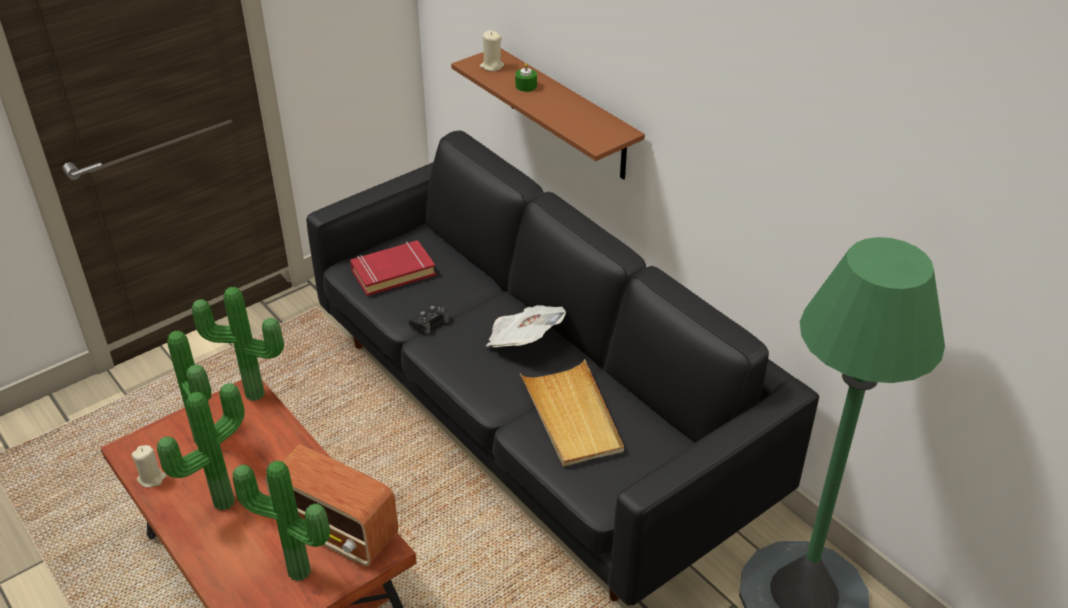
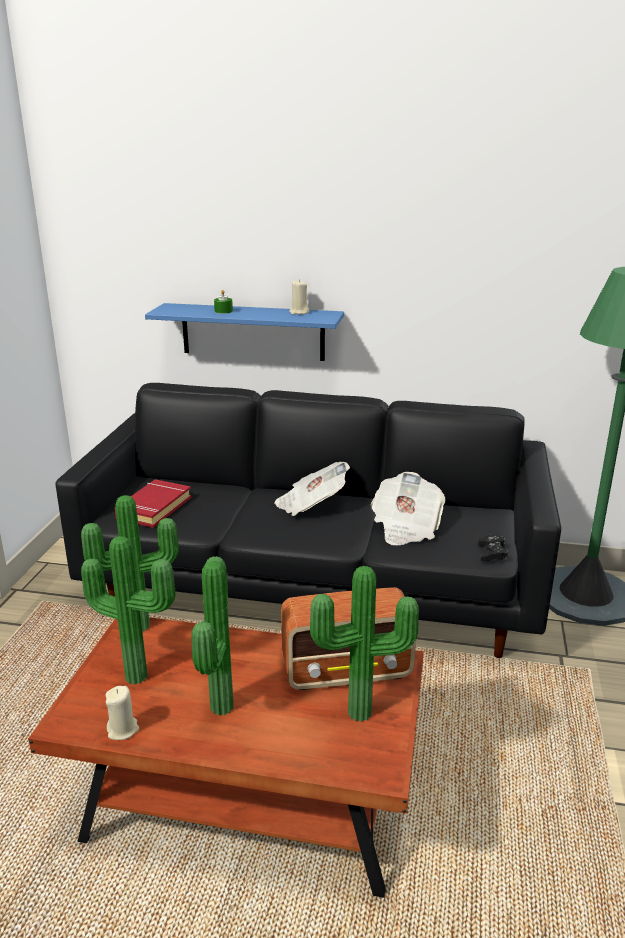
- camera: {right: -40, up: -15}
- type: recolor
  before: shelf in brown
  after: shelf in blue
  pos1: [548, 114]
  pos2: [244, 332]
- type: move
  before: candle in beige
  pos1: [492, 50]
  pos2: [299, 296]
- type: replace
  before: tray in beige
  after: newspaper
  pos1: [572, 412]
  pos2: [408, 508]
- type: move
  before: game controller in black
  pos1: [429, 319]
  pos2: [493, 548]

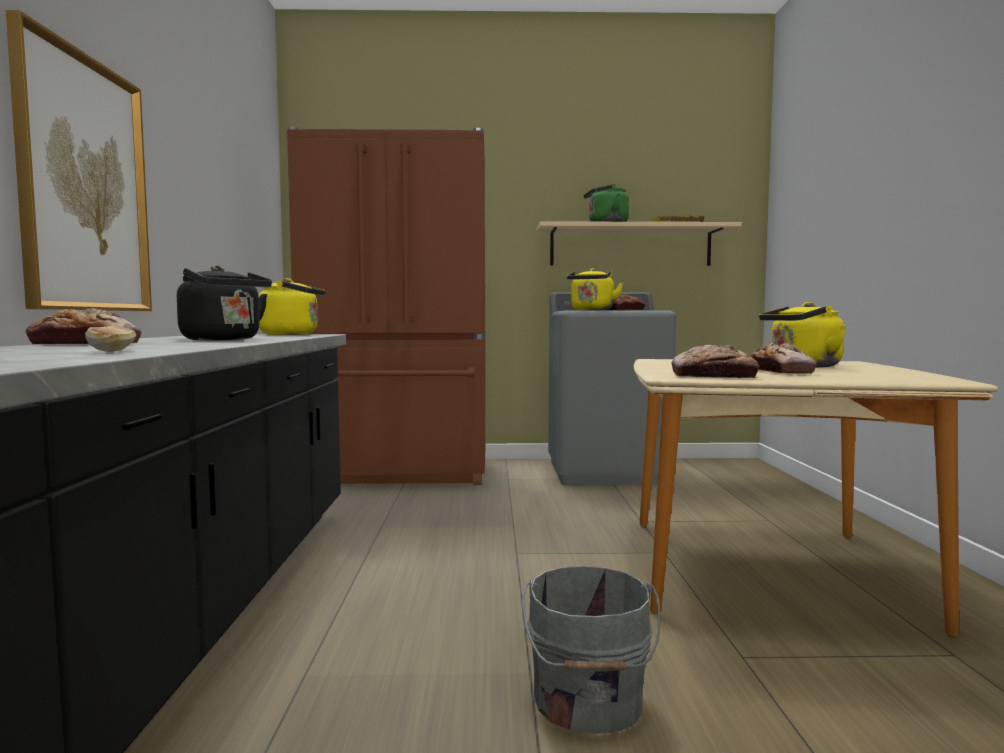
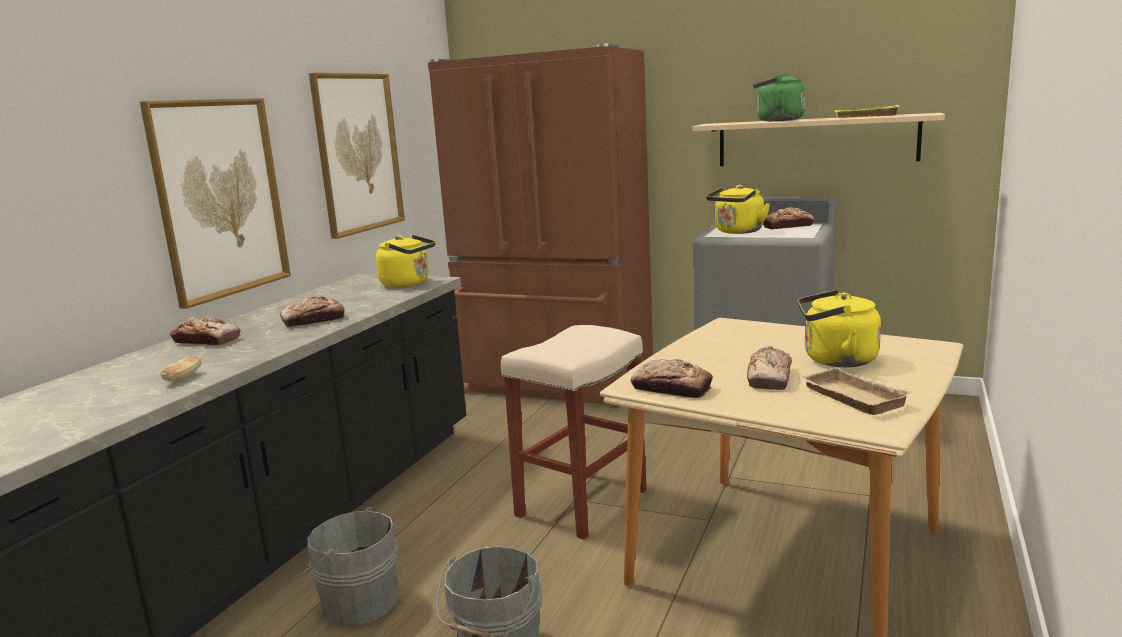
- camera: {right: 25, up: 10}
- type: replace
  before: kettle in black
  after: bread
  pos1: [224, 303]
  pos2: [312, 311]
- type: insert
  after: bucket in grey
  pos2: [350, 566]
- type: insert
  after: picture
  pos2: [357, 156]
- type: insert
  after: stool in beige
  pos2: [574, 432]
- type: insert
  after: tray in beige
  pos2: [855, 391]

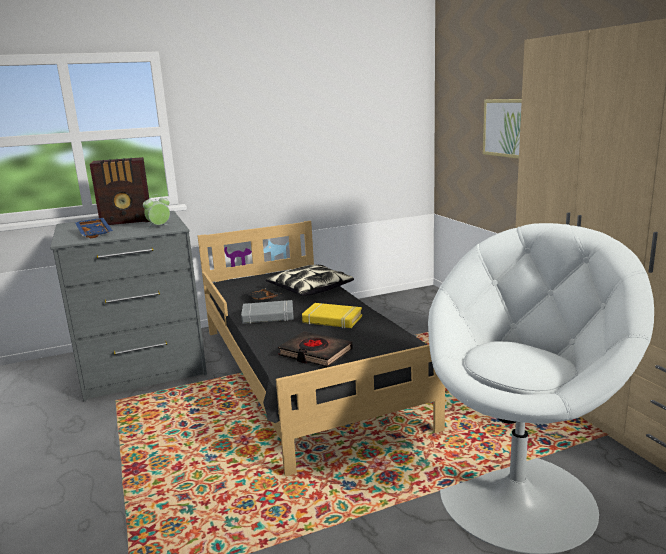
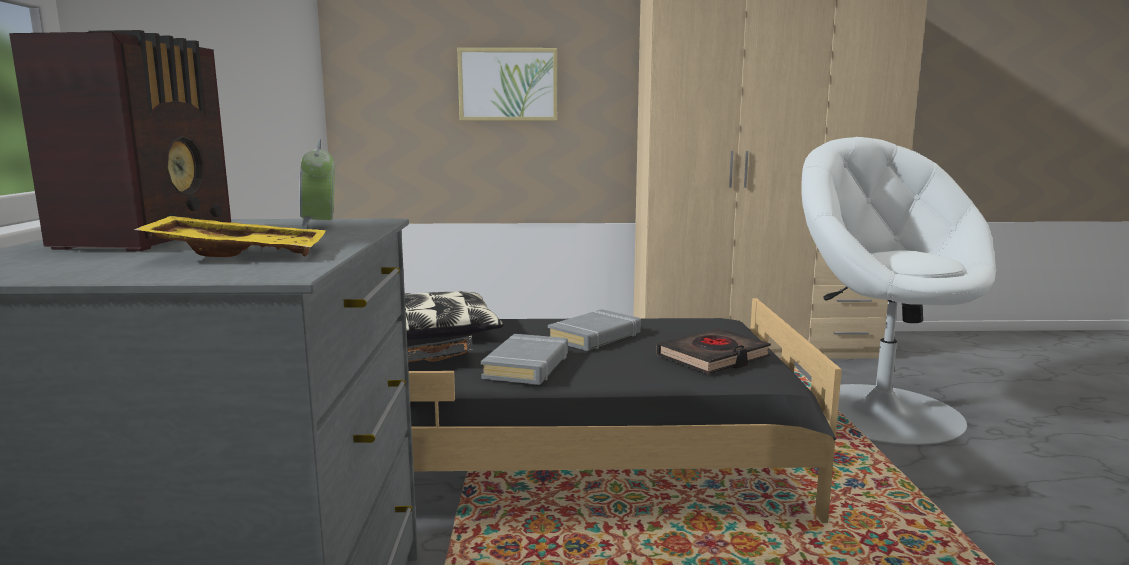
- camera: {right: -70, up: -5}
- type: recolor
  before: tray in blue
  after: tray in yellow
  pos1: [94, 228]
  pos2: [230, 236]
- type: recolor
  before: book in yellow
  after: book in grey
  pos1: [332, 315]
  pos2: [594, 330]

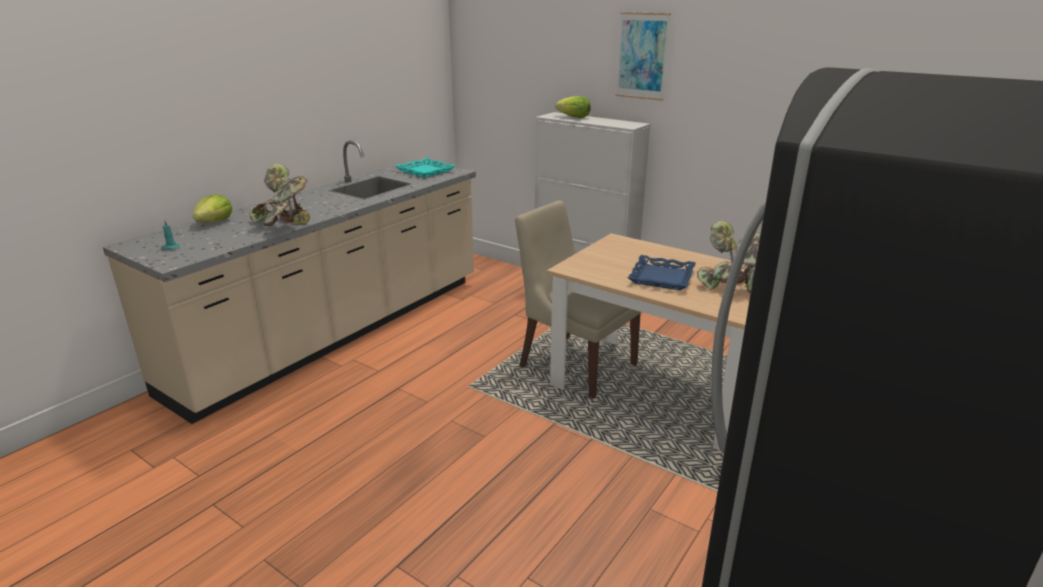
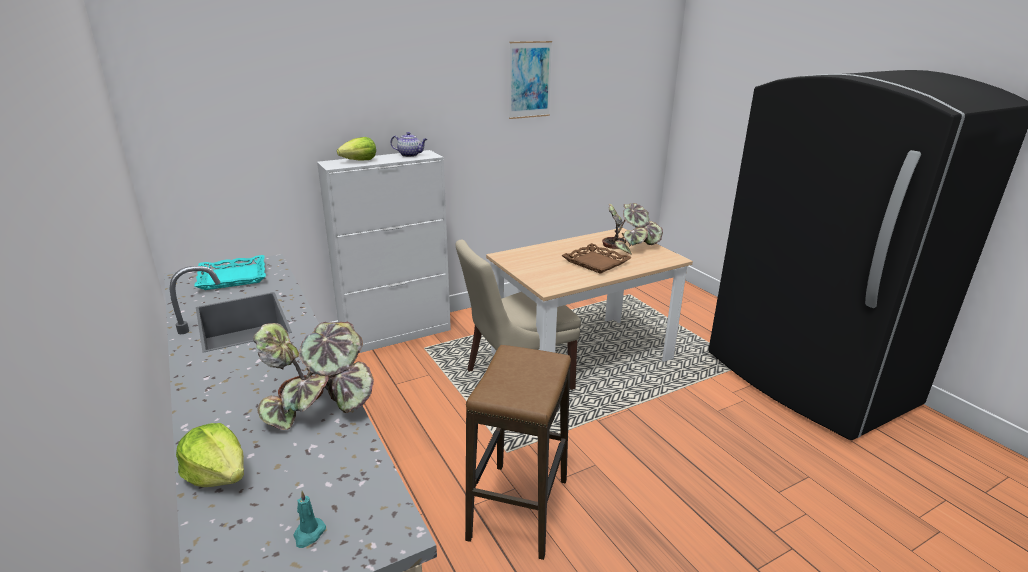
- camera: {right: -65, up: 0}
- type: insert
  after: teapot
  pos2: [409, 144]
- type: insert
  after: stool
  pos2: [518, 452]
- type: move
  before: picture
  pos1: [643, 56]
  pos2: [530, 80]
- type: recolor
  before: tray in blue
  after: tray in brown
  pos1: [662, 272]
  pos2: [597, 258]

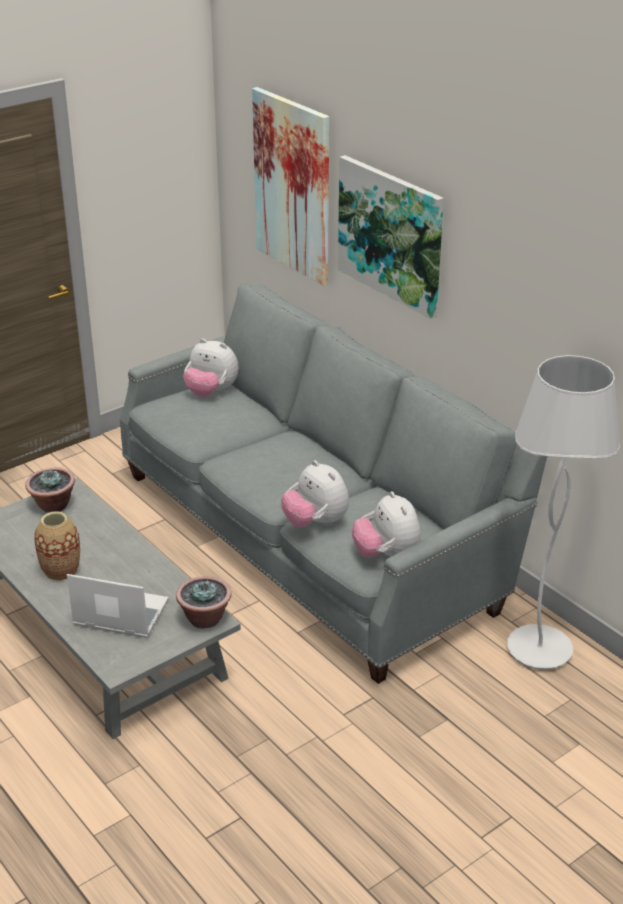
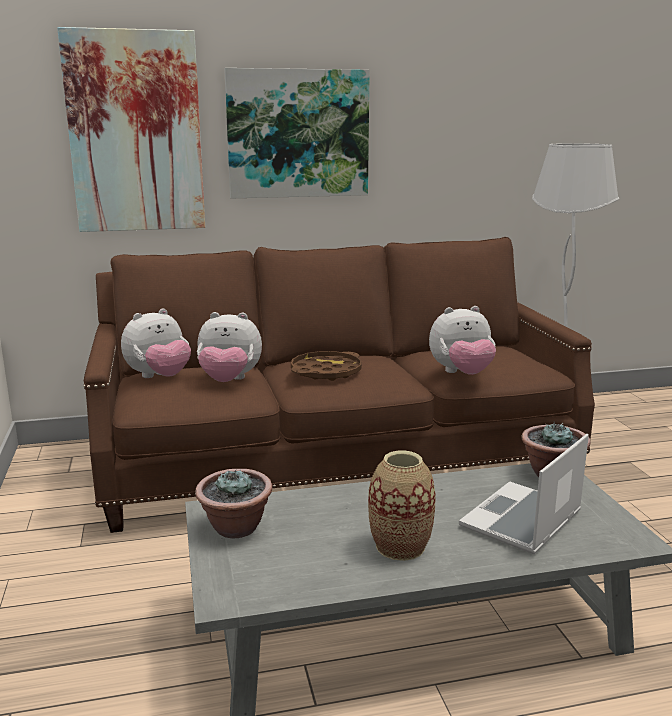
- camera: {right: -65, up: -15}
- type: recolor
  before: sofa in grey
  after: sofa in brown
  pos1: [333, 483]
  pos2: [339, 385]
- type: move
  before: plush toy
  pos1: [386, 525]
  pos2: [229, 347]
- type: insert
  after: tray in brown
  pos2: [326, 366]

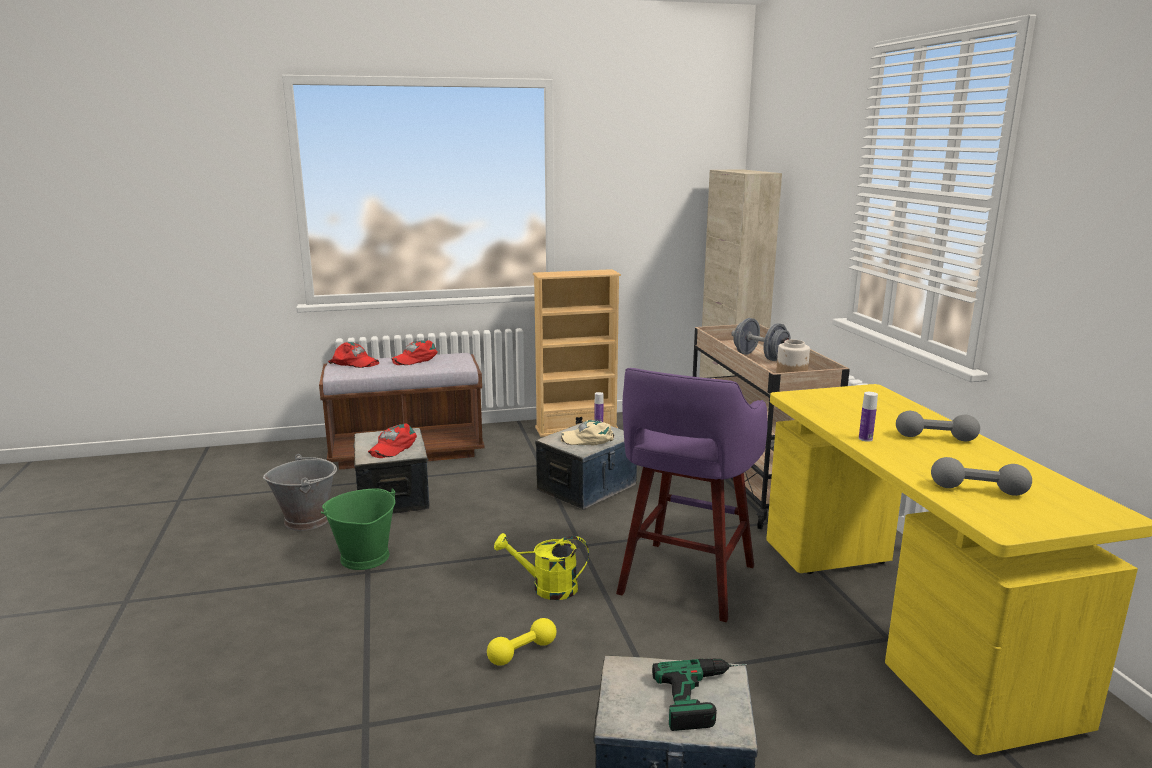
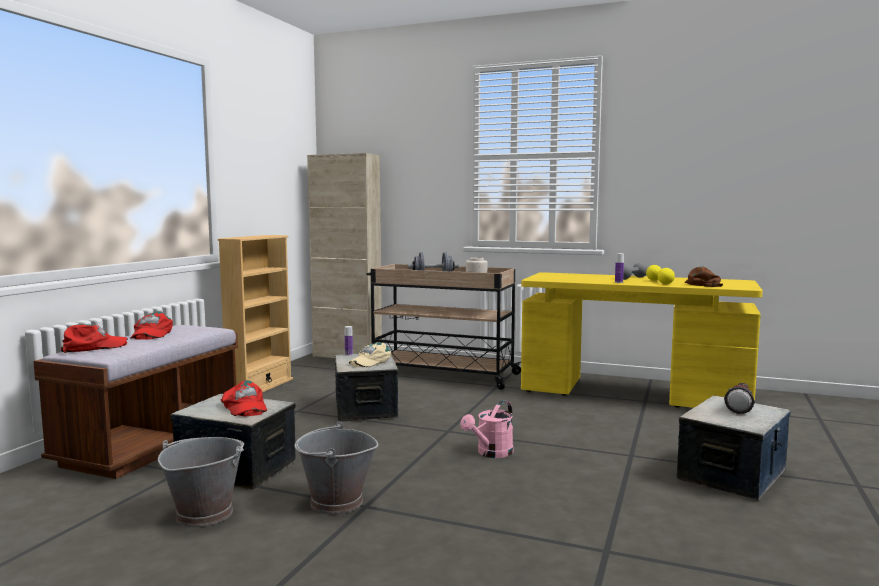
- camera: {right: -55, up: -10}
- type: recolor
  before: bucket in green
  after: bucket in grey
  pos1: [358, 529]
  pos2: [336, 468]
- type: recolor
  before: watering can in yellow
  after: watering can in pink
  pos1: [541, 566]
  pos2: [487, 429]
- type: move
  before: dumbbell in yellow
  pos1: [521, 642]
  pos2: [660, 274]
- type: replace
  before: dumbbell in grey
  after: cap in brown
  pos1: [981, 476]
  pos2: [704, 277]
- type: replace
  before: power drill
  after: flashlight
  pos1: [699, 695]
  pos2: [739, 398]
- type: delete
  before: stool in purple
  pos1: [692, 495]

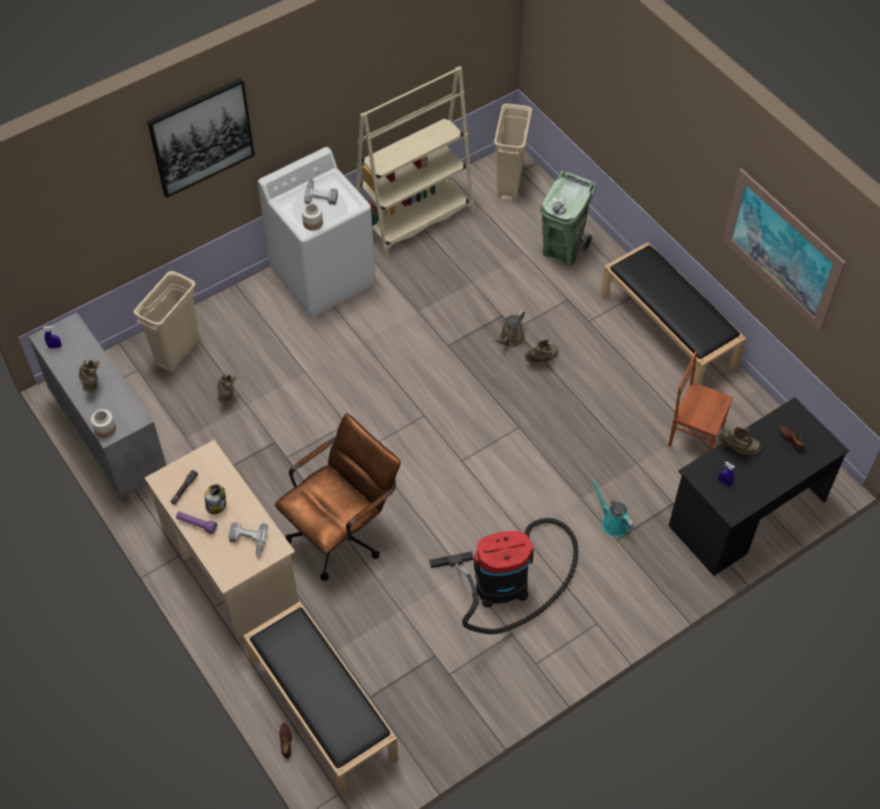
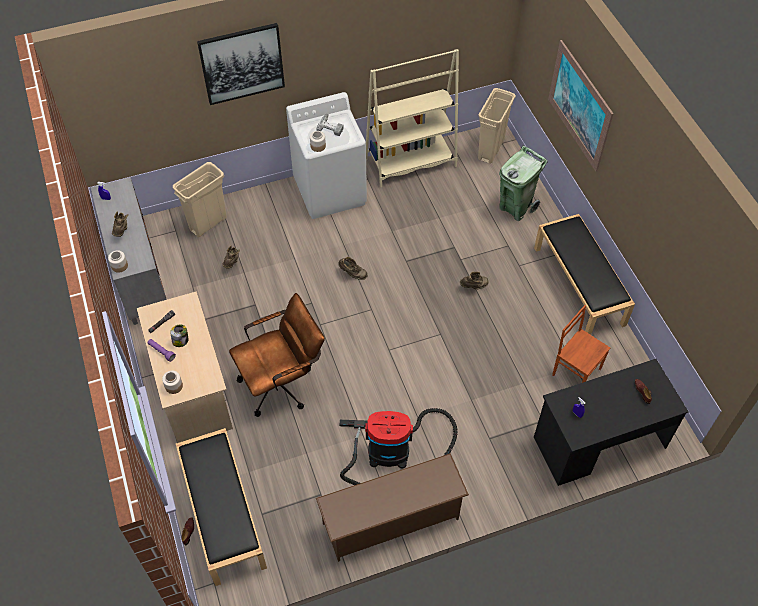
- camera: {right: 15, up: 0}
- type: insert
  after: jar
  pos2: [172, 382]
- type: insert
  after: shoe rack in brown
  pos2: [392, 507]
- type: move
  before: boot in brown
  pos1: [739, 441]
  pos2: [353, 268]
- type: move
  before: picture
  pos1: [784, 250]
  pos2: [581, 106]
- type: delete
  before: power drill
  pos1: [248, 540]
- type: delete
  before: watering can in brown
  pos1: [509, 329]
- type: delete
  before: watering can in turquoise
  pos1: [613, 508]

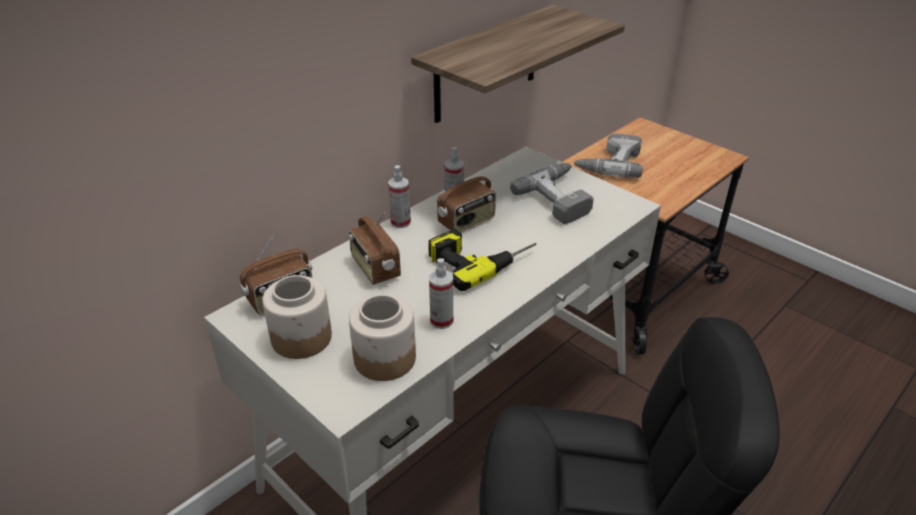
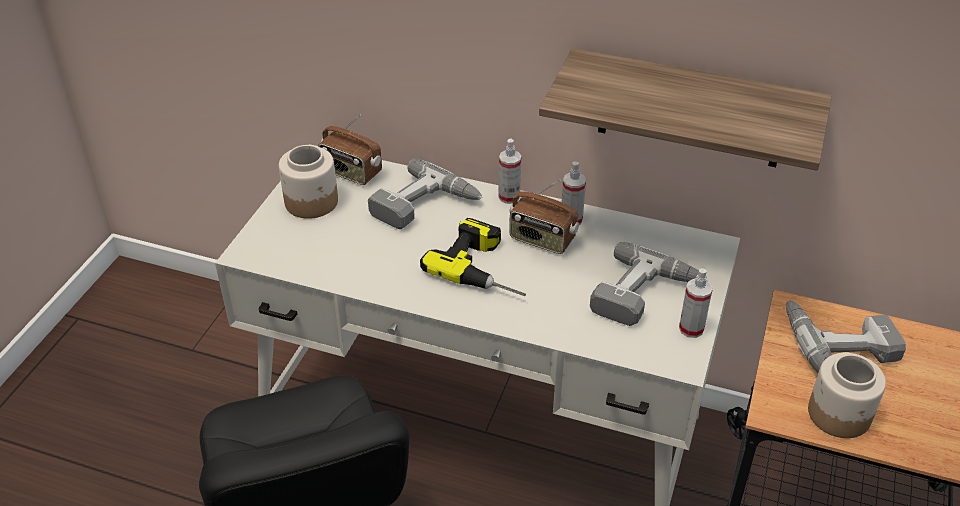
- camera: {right: 65, up: 5}
- type: replace
  before: radio
  after: power drill
  pos1: [375, 249]
  pos2: [425, 193]
- type: move
  before: spray bottle
  pos1: [441, 293]
  pos2: [696, 303]
- type: move
  before: jar
  pos1: [382, 338]
  pos2: [847, 395]

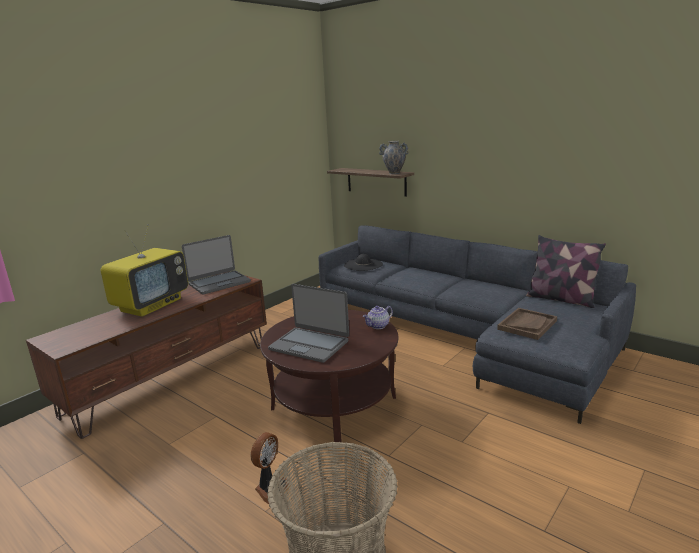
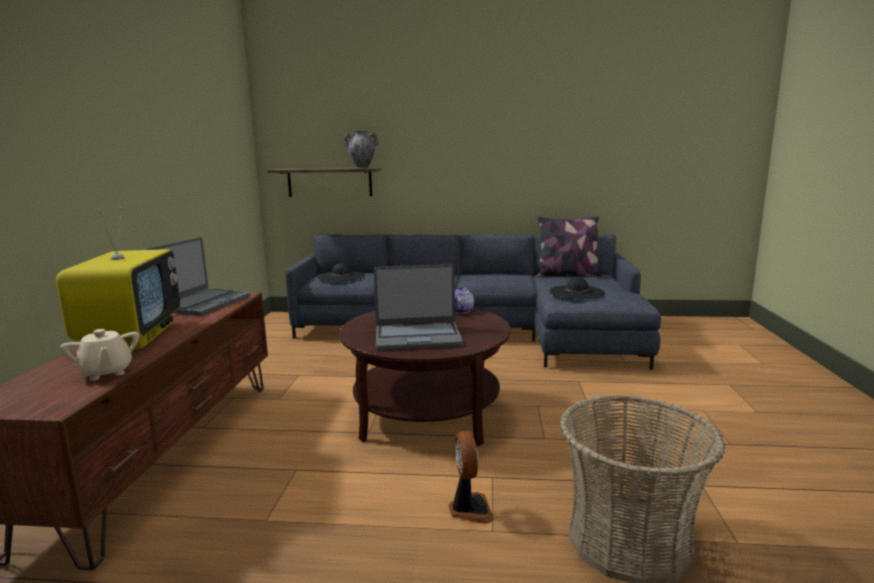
- camera: {right: -35, up: -5}
- type: insert
  after: teapot in beige
  pos2: [99, 354]
- type: replace
  before: tray in brown
  after: hat in black
  pos1: [527, 324]
  pos2: [577, 288]

